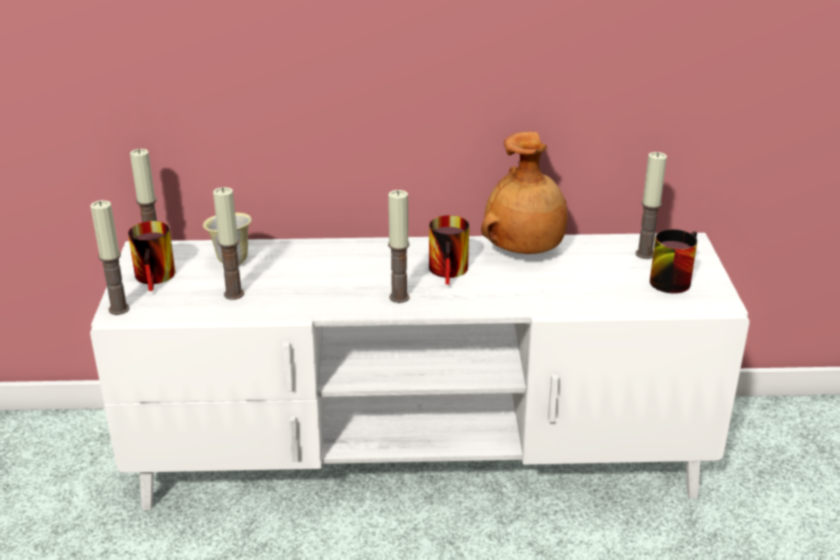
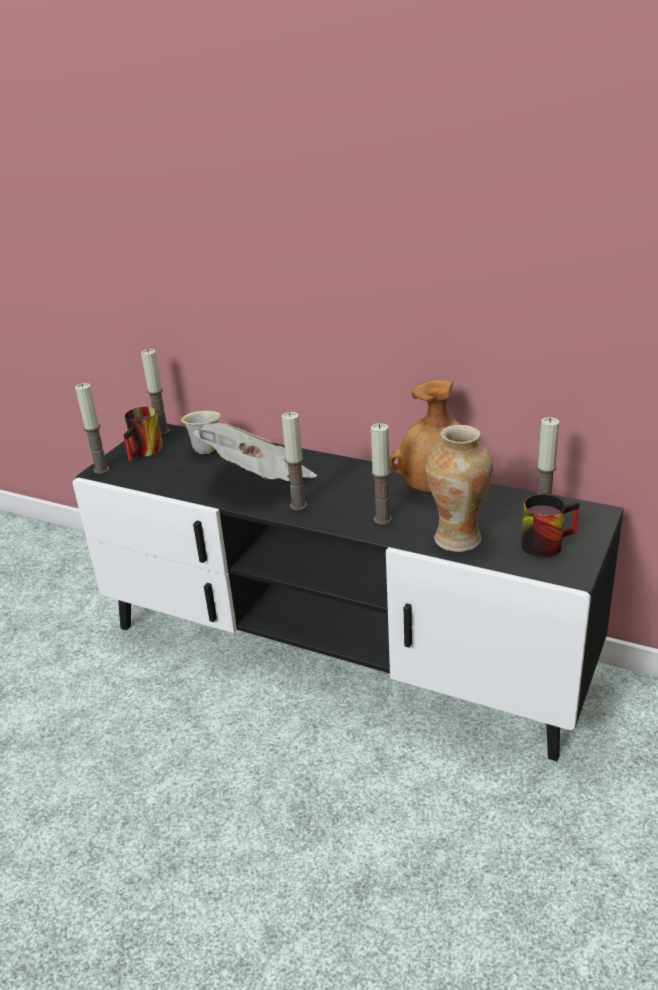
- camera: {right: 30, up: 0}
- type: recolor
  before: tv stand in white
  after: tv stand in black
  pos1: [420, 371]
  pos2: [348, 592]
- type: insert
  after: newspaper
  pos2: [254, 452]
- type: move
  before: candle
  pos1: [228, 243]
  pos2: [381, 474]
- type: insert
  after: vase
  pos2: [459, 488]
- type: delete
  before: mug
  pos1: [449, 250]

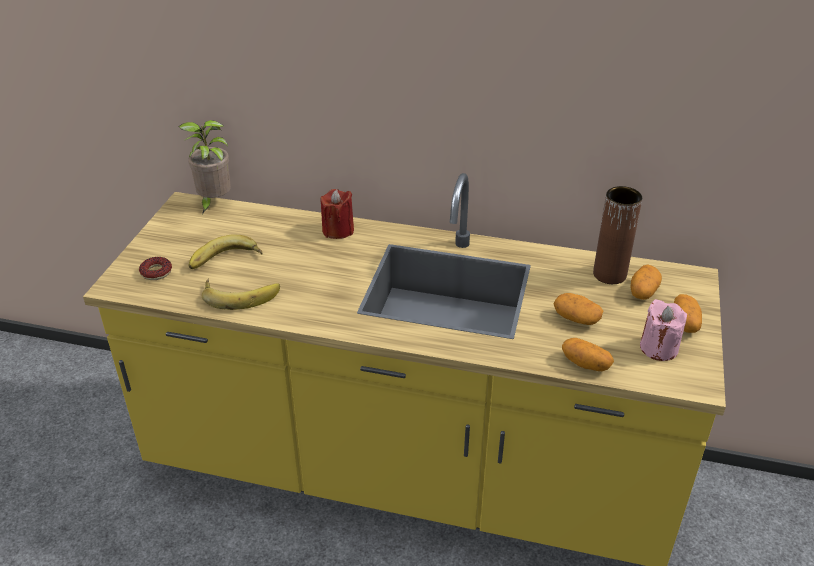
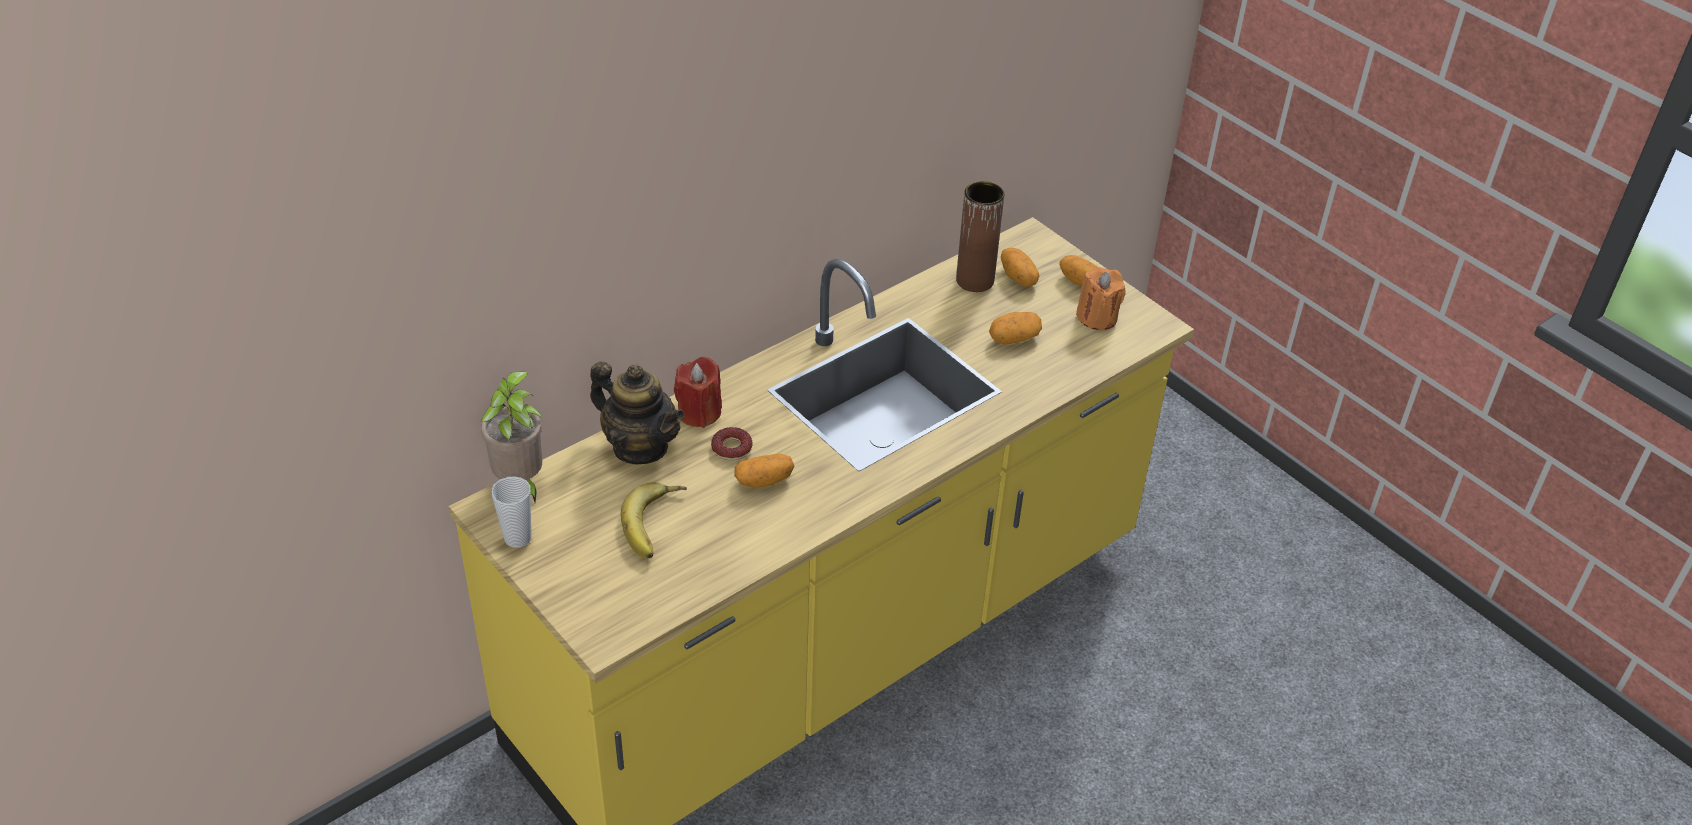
- camera: {right: -55, up: 5}
- type: insert
  after: cup
  pos2: [511, 512]
- type: insert
  after: teapot
  pos2: [637, 412]
- type: move
  before: donut
  pos1: [155, 268]
  pos2: [732, 444]
- type: move
  before: potato
  pos1: [588, 354]
  pos2: [764, 470]
- type: recolor
  before: candle in pink
  after: candle in orange
  pos1: [663, 330]
  pos2: [1101, 298]
- type: delete
  before: banana
  pos1: [241, 294]

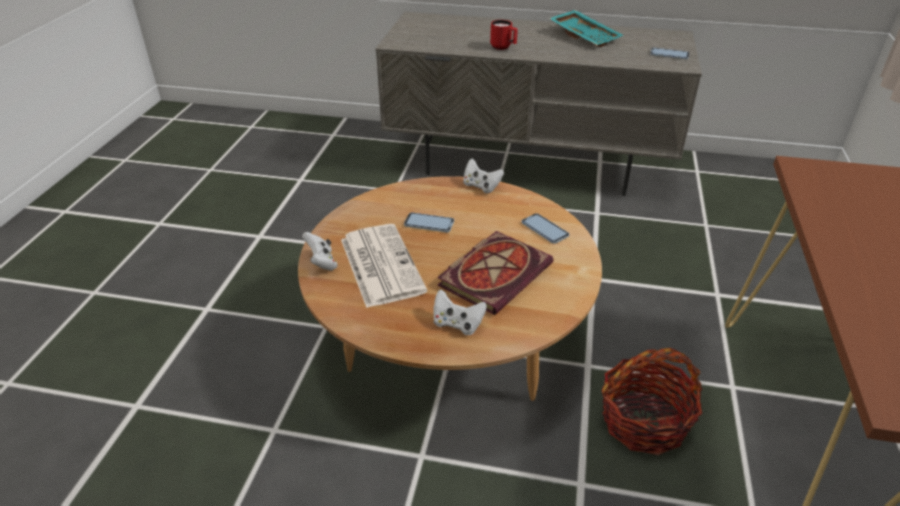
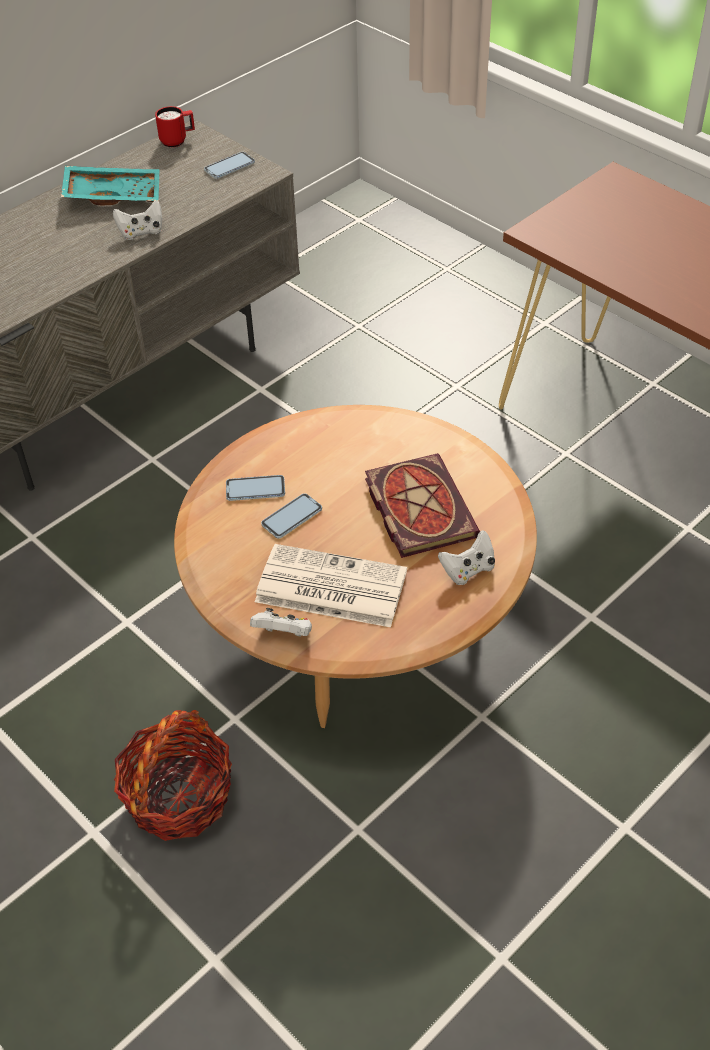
- camera: {right: -55, up: 10}
- type: move
  before: game controller in white
  pos1: [483, 176]
  pos2: [137, 220]
- type: move
  before: basket
  pos1: [652, 401]
  pos2: [173, 775]
- type: move
  before: mug in red
  pos1: [504, 35]
  pos2: [175, 126]
- type: move
  before: phone
  pos1: [545, 228]
  pos2: [255, 488]

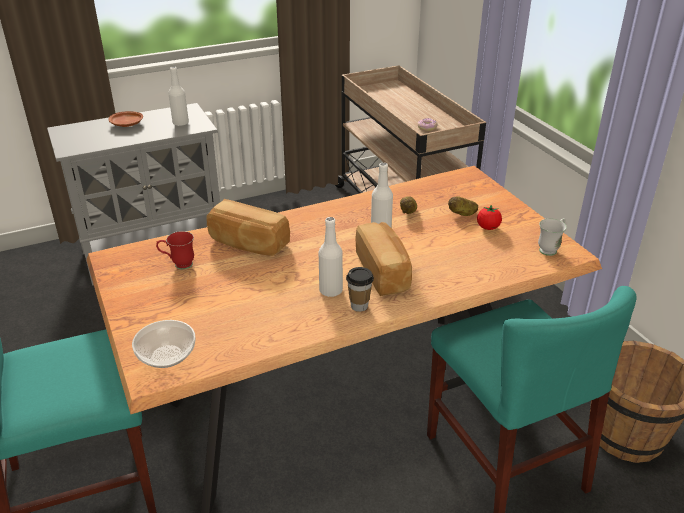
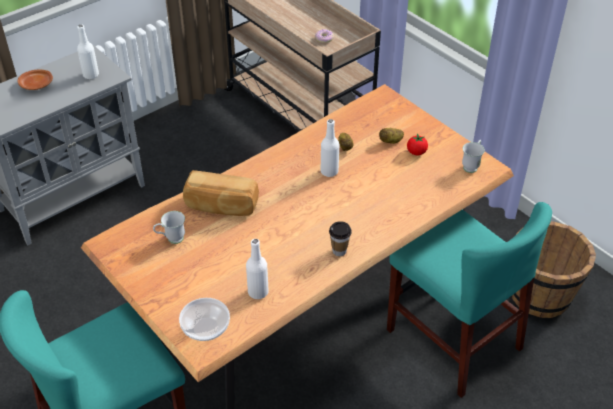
- camera: {right: -15, up: 10}
- type: recolor
  before: mug in red
  after: mug in white
  pos1: [175, 250]
  pos2: [169, 227]
- type: move
  before: bottle in white
  pos1: [331, 257]
  pos2: [257, 269]
- type: delete
  before: bread
  pos1: [383, 259]

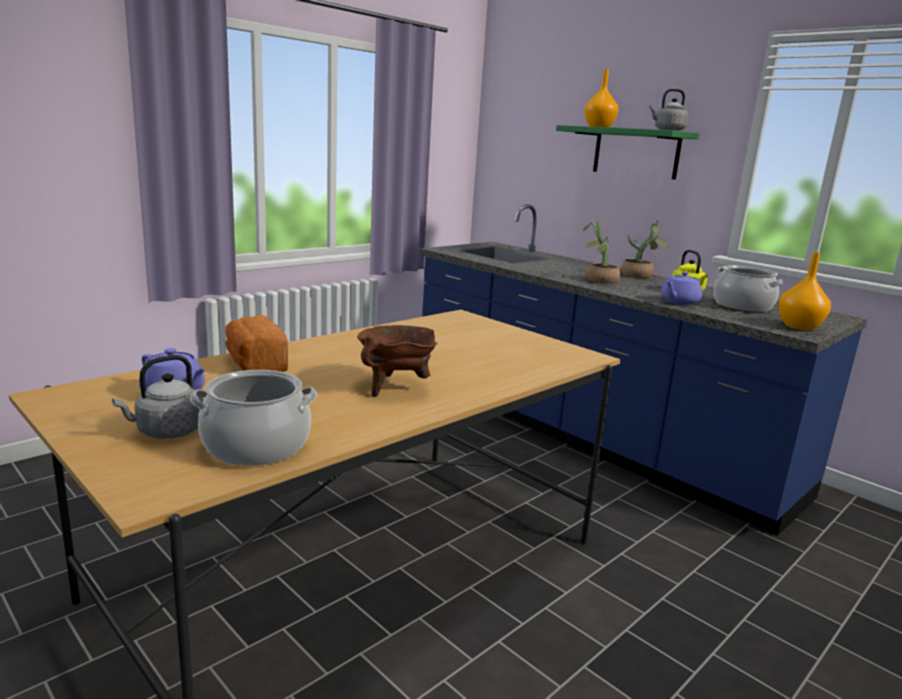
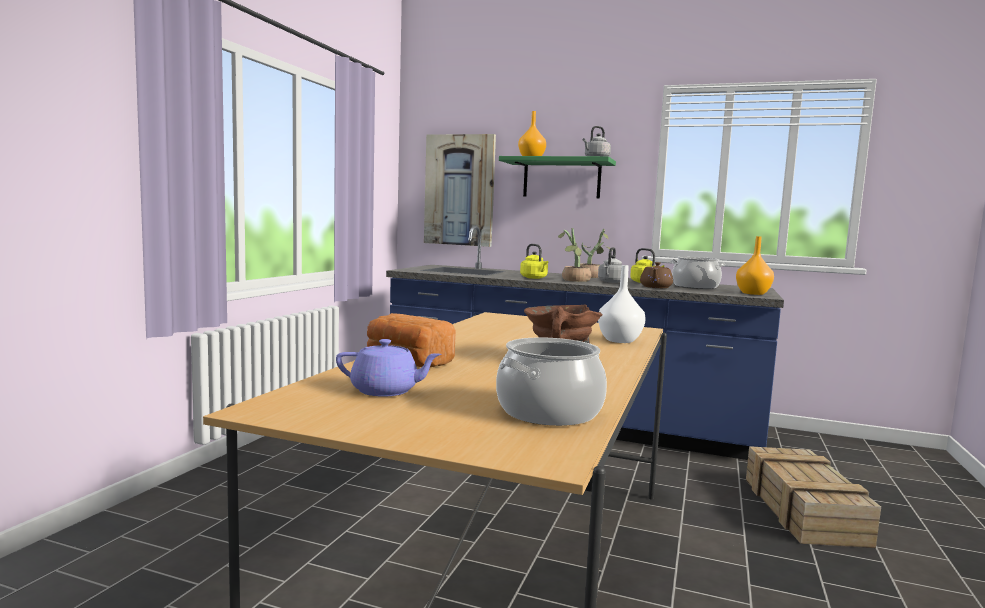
- camera: {right: -25, up: -10}
- type: insert
  after: picture
  pos2: [460, 190]
- type: insert
  after: kettle in yellow
  pos2: [534, 261]
- type: move
  before: kettle in grey
  pos1: [158, 397]
  pos2: [610, 265]
- type: insert
  after: vase in white
  pos2: [622, 304]
- type: recolor
  before: teapot in purple
  after: teapot in brown
  pos1: [681, 288]
  pos2: [656, 275]
- type: insert
  after: crate
  pos2: [813, 497]

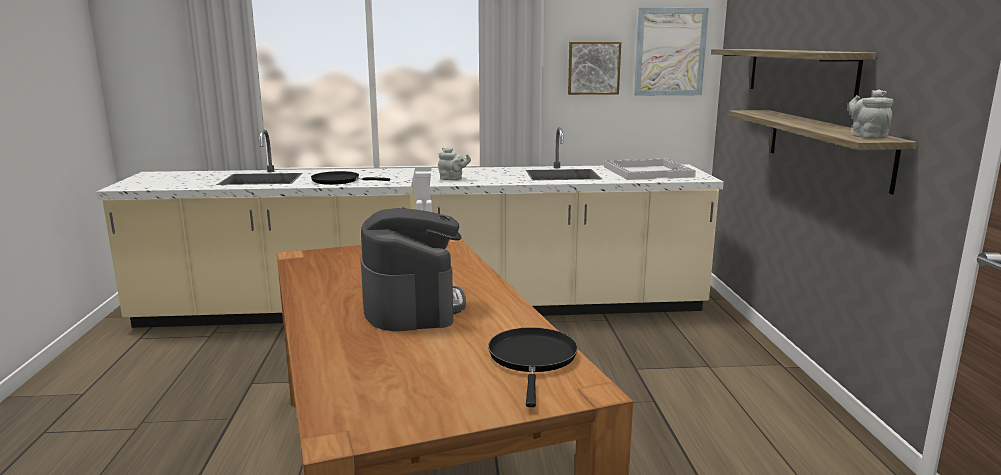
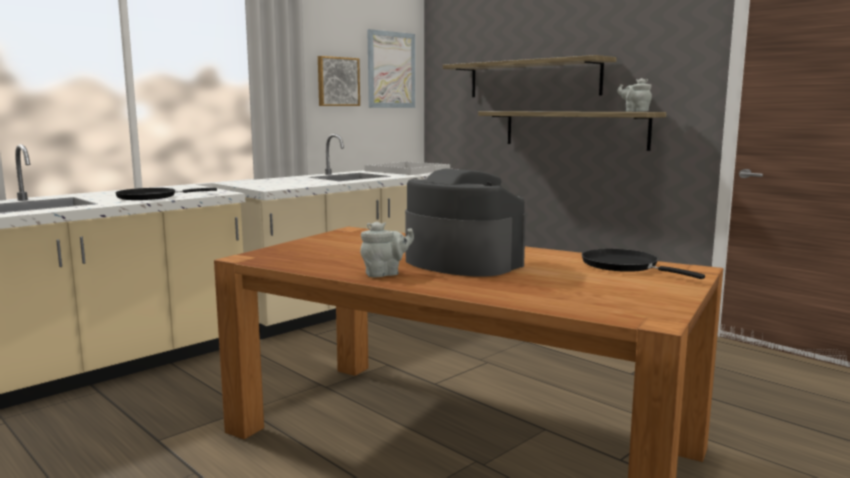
- camera: {right: -40, up: -5}
- type: move
  before: teapot in grey
  pos1: [454, 163]
  pos2: [387, 249]

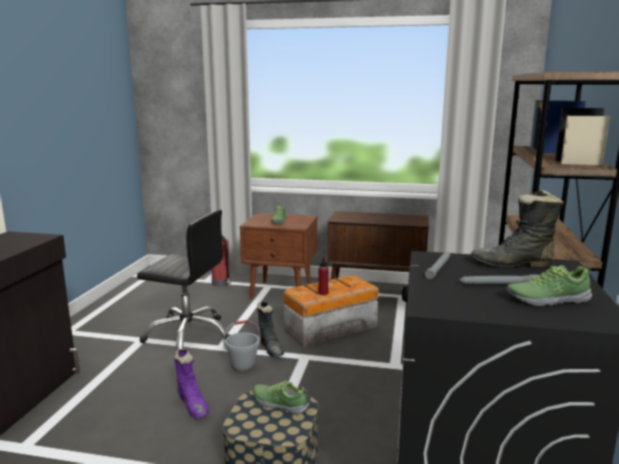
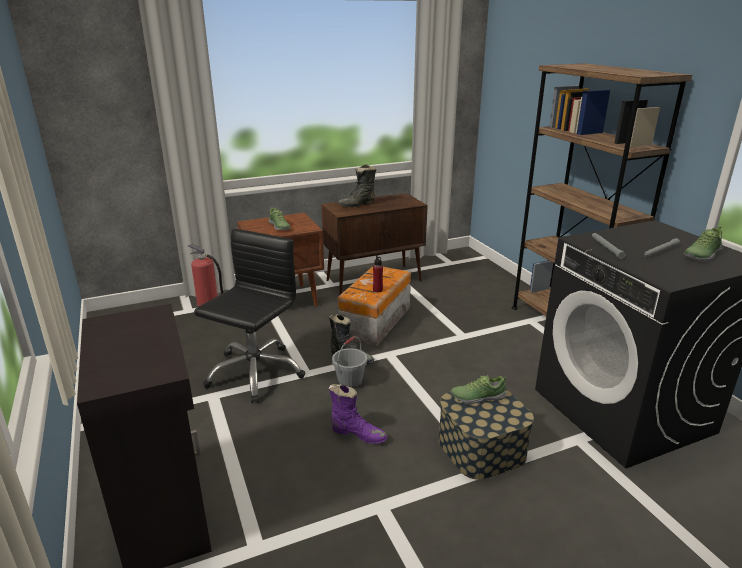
- camera: {right: -35, up: 10}
- type: rotate
  before: office chair in black
  pos1: [183, 280]
  pos2: [249, 316]
  turn: -45
- type: move
  before: boot in black
  pos1: [517, 228]
  pos2: [357, 185]

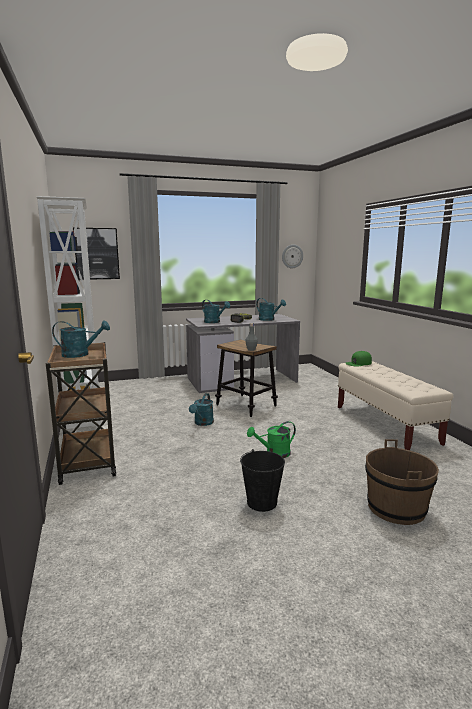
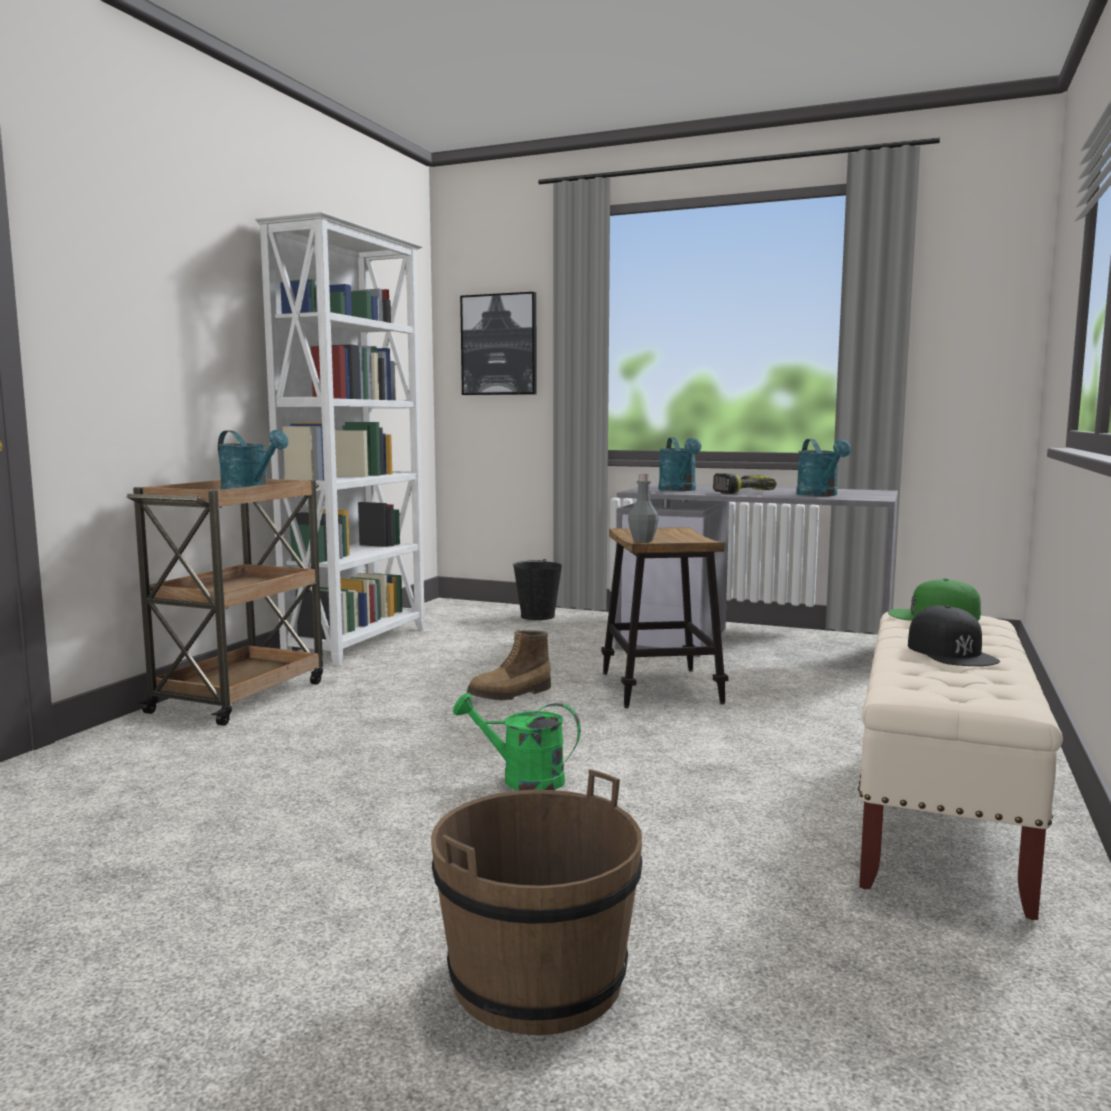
- camera: {right: 40, up: -5}
- type: replace
  before: watering can in turquoise
  after: boot
  pos1: [201, 409]
  pos2: [509, 665]
- type: move
  before: bucket in black
  pos1: [262, 480]
  pos2: [537, 589]
- type: insert
  after: cap in black
  pos2: [954, 635]
- type: delete
  before: wall clock
  pos1: [292, 256]

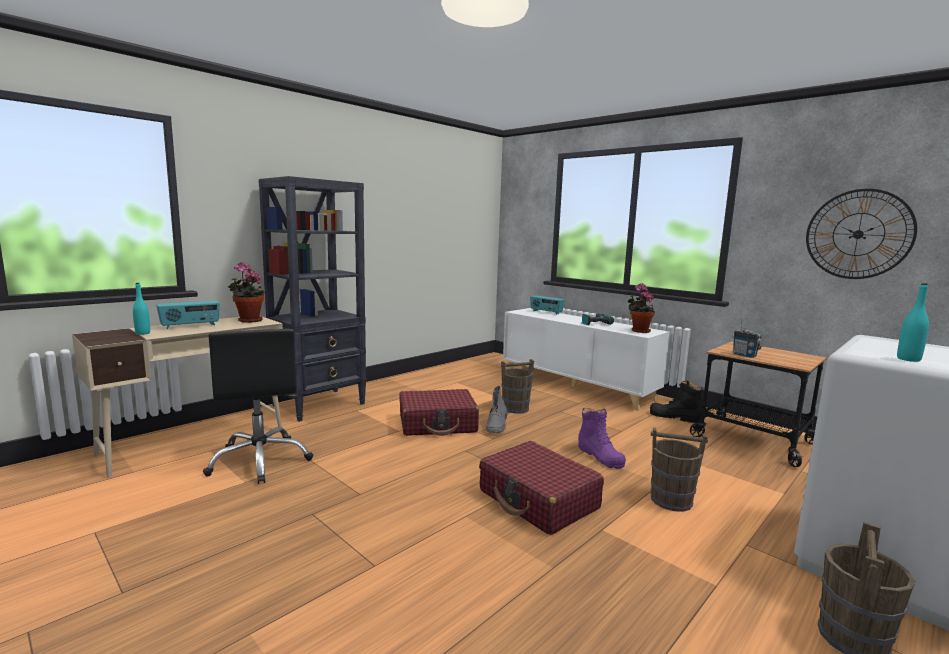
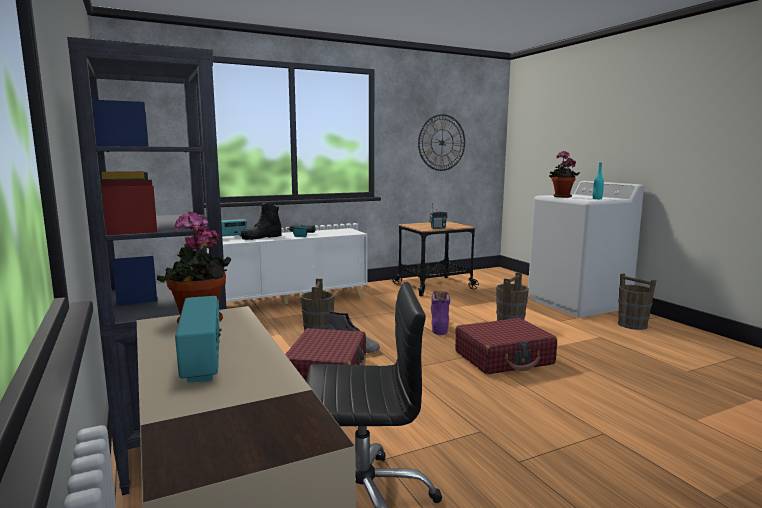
- camera: {right: -70, up: 0}
- type: move
  before: boot in black
  pos1: [677, 402]
  pos2: [261, 221]
- type: rotate
  before: boot in purple
  pos1: [602, 438]
  pos2: [440, 313]
  turn: -75
- type: move
  before: potted plant
  pos1: [641, 308]
  pos2: [564, 174]
- type: delete
  before: bottle in turquoise
  pos1: [141, 309]

